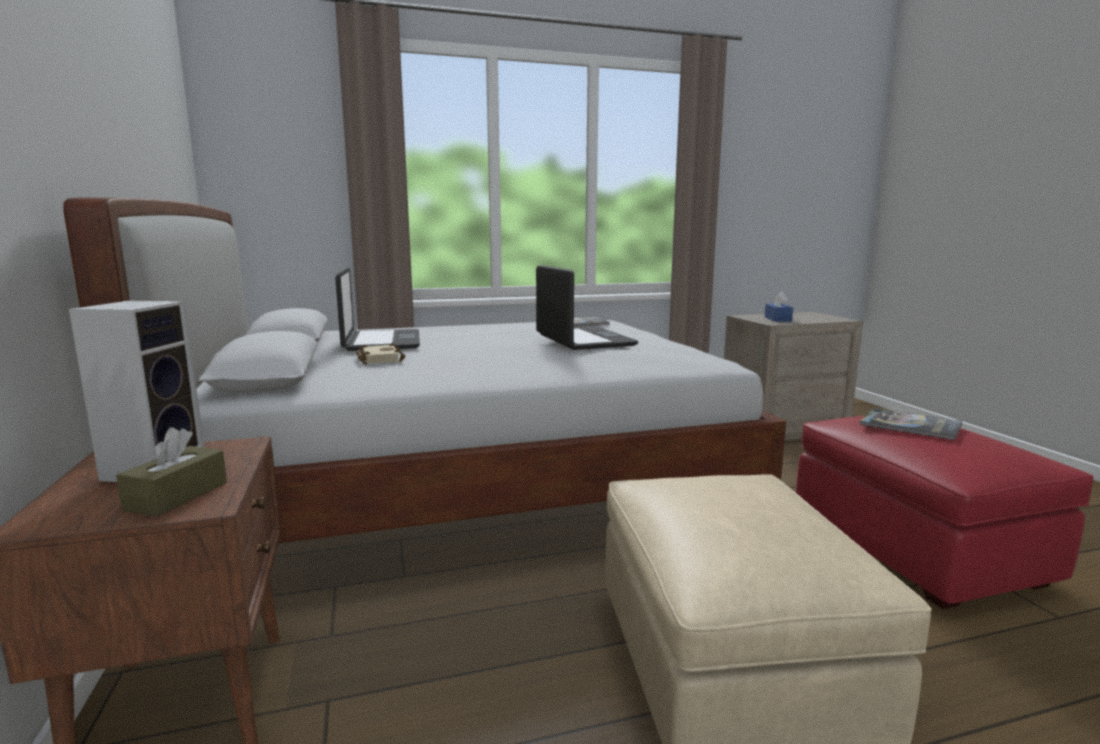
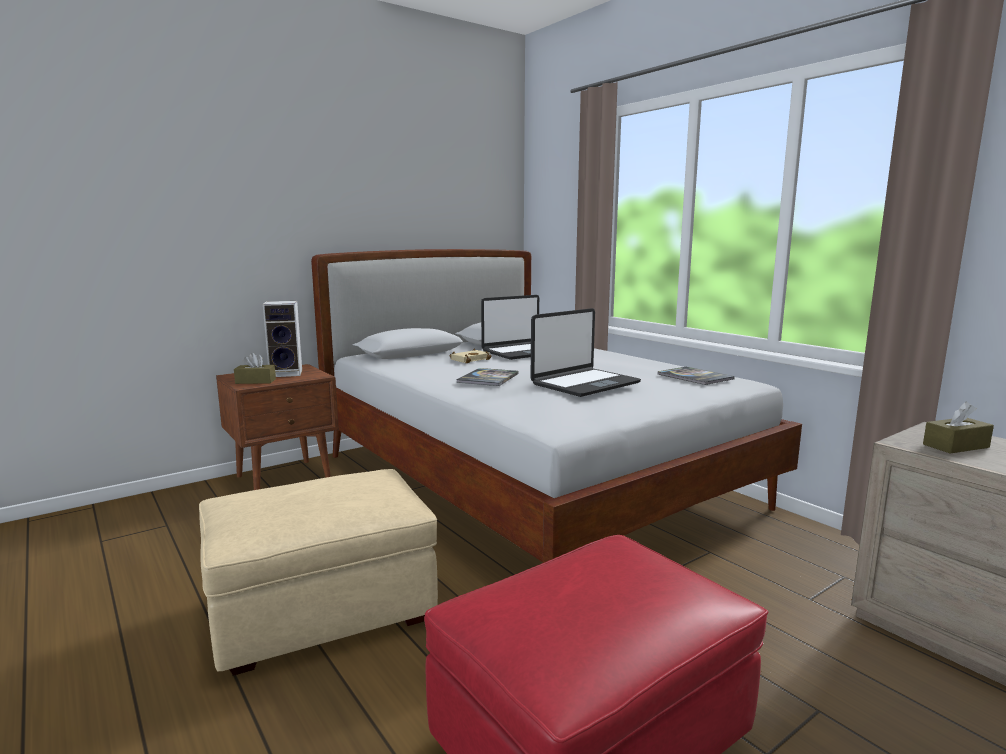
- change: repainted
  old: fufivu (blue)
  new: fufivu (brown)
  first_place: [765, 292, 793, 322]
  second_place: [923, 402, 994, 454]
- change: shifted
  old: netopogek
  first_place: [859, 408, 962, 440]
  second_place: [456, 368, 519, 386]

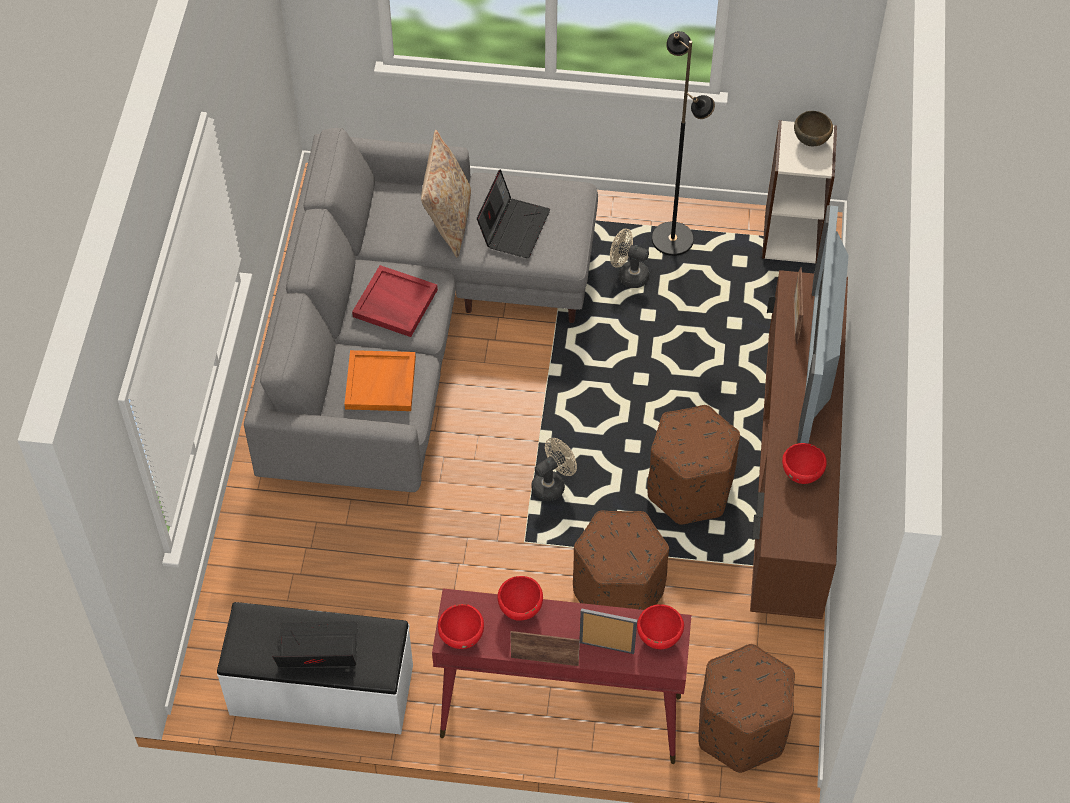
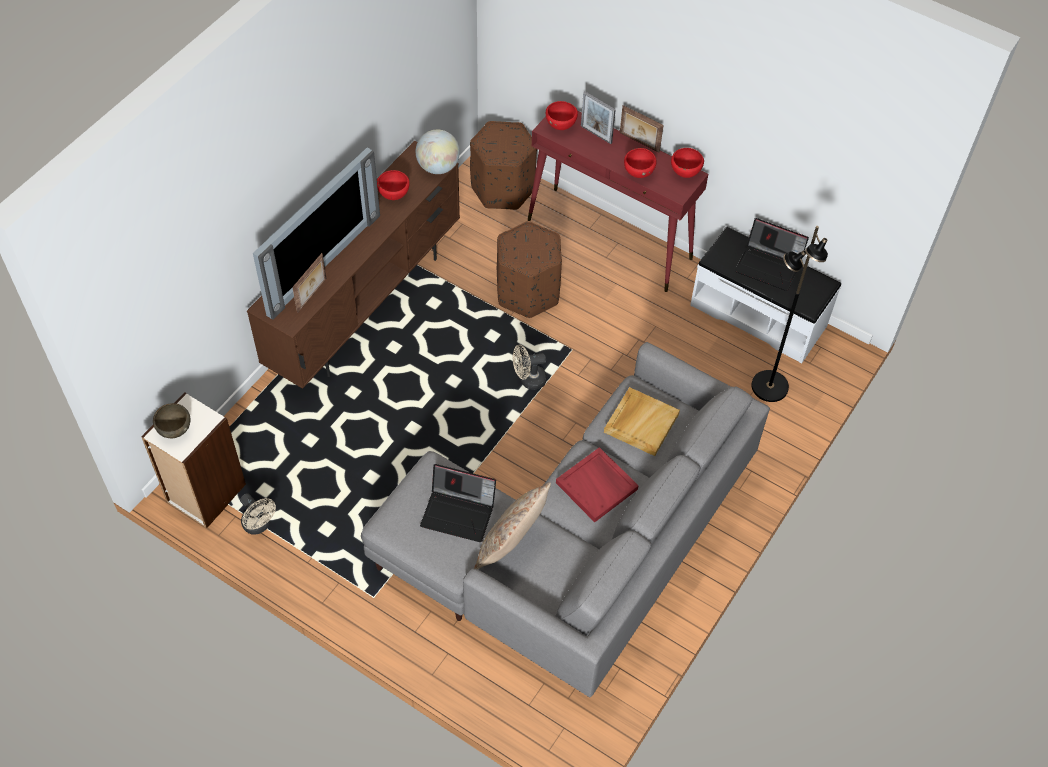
- change: shifted
  old: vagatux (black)
  first_place: [652, 31, 715, 256]
  second_place: [751, 226, 828, 402]
- change: rotated
  old: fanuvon
  first_place: [477, 169, 550, 258]
  second_place: [420, 464, 496, 542]
  degrees: -120
- change: shifted
  old: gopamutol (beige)
  first_place: [610, 228, 649, 288]
  second_place: [240, 493, 276, 535]
- change: repainted
  old: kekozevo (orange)
  new: kekozevo (beige)
  first_place: [345, 350, 416, 411]
  second_place: [604, 387, 680, 456]
- change: gone
  old: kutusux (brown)
  first_place: [647, 405, 740, 525]
- change: new
  new: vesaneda
  second_place: [416, 130, 460, 174]

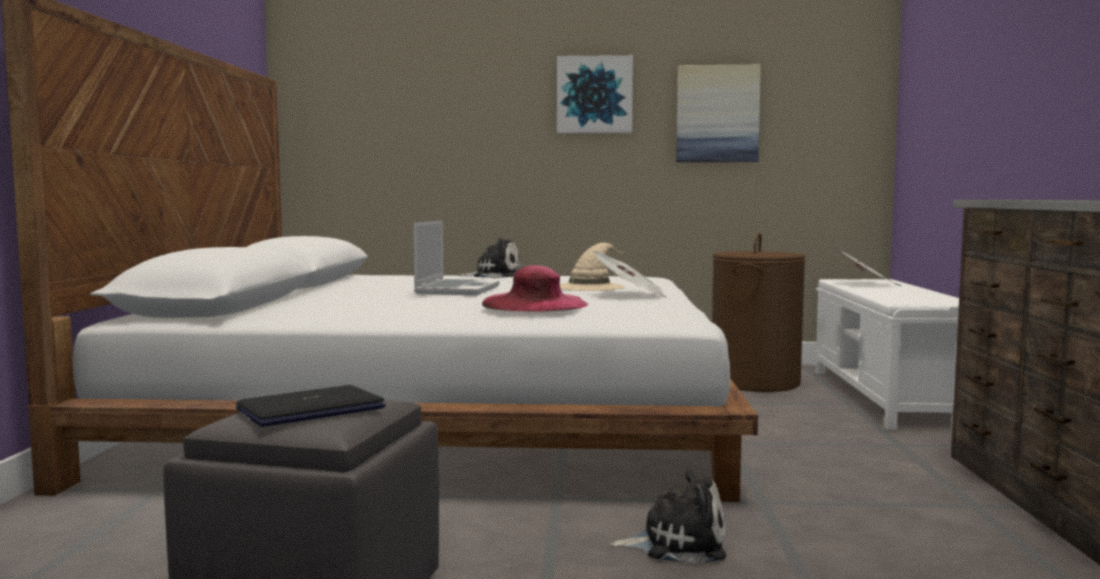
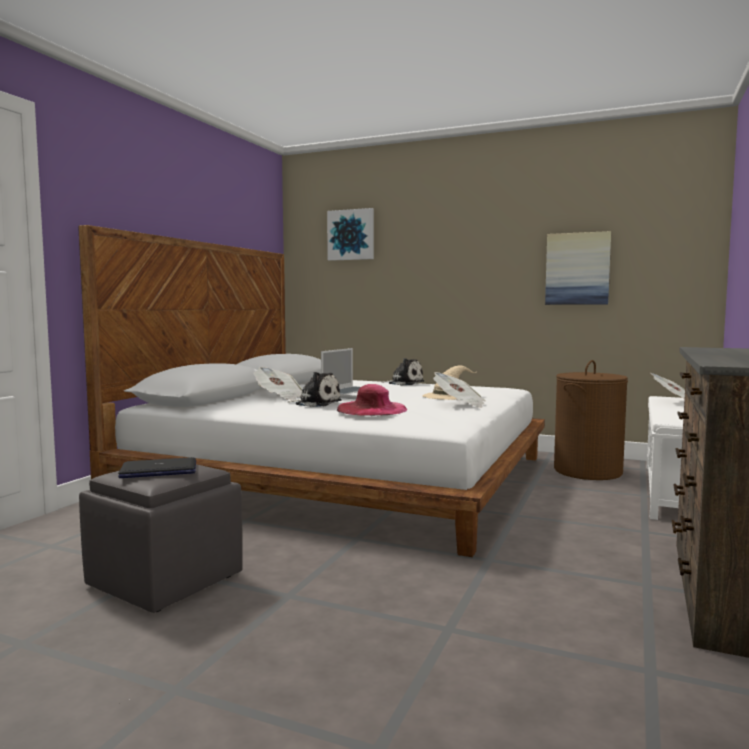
- change: shifted
  old: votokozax
  first_place: [557, 55, 633, 133]
  second_place: [327, 208, 374, 261]
- change: shifted
  old: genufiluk
  first_place: [609, 469, 726, 564]
  second_place: [288, 372, 342, 407]
- change: new
  new: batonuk
  second_place: [253, 367, 302, 400]

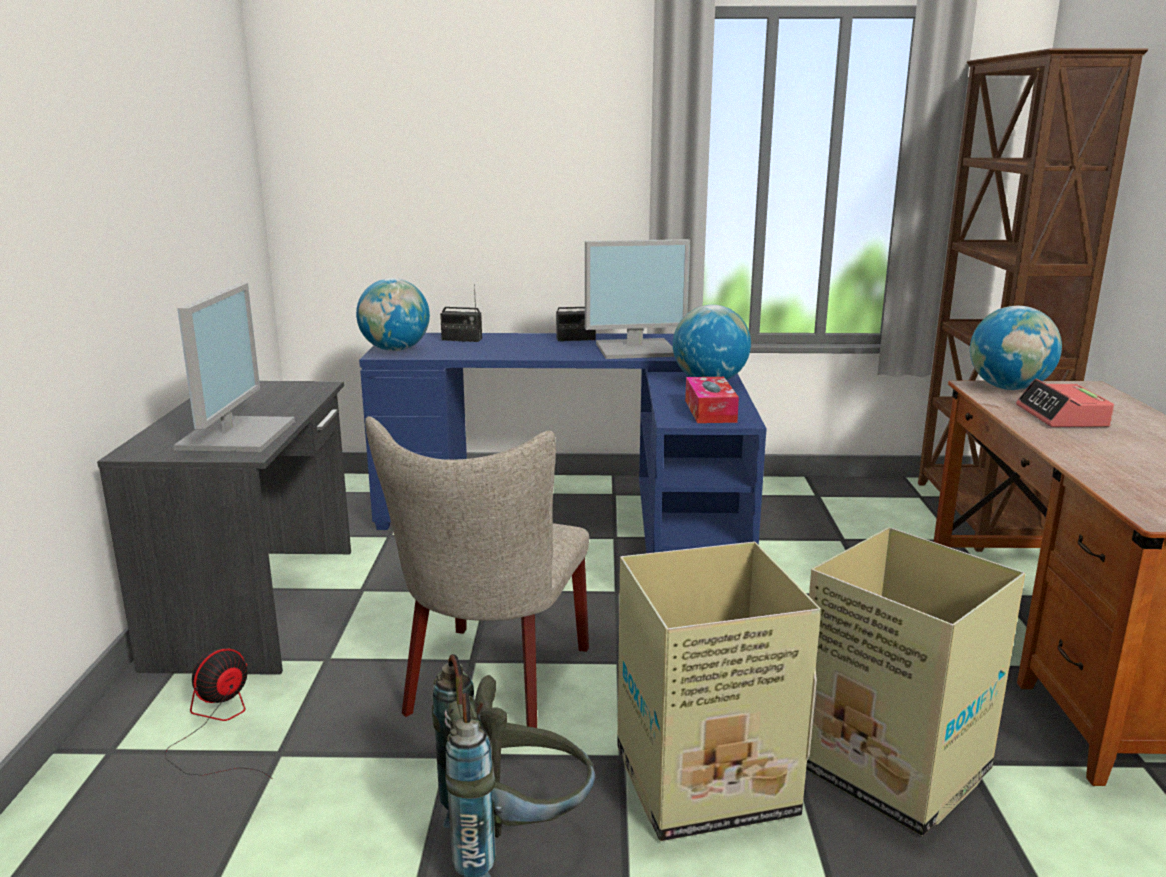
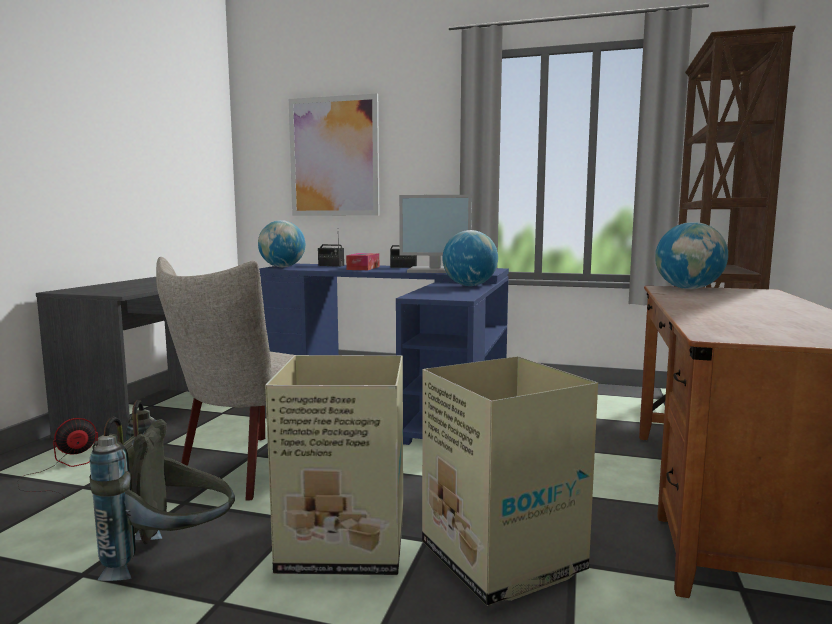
- change: gone
  old: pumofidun
  first_place: [173, 283, 295, 452]
- change: shifted
  old: fufivu
  first_place: [685, 377, 739, 423]
  second_place: [346, 253, 379, 270]
- change: gone
  old: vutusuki
  first_place: [1016, 378, 1114, 427]
- change: new
  new: votokozax
  second_place: [289, 94, 379, 216]

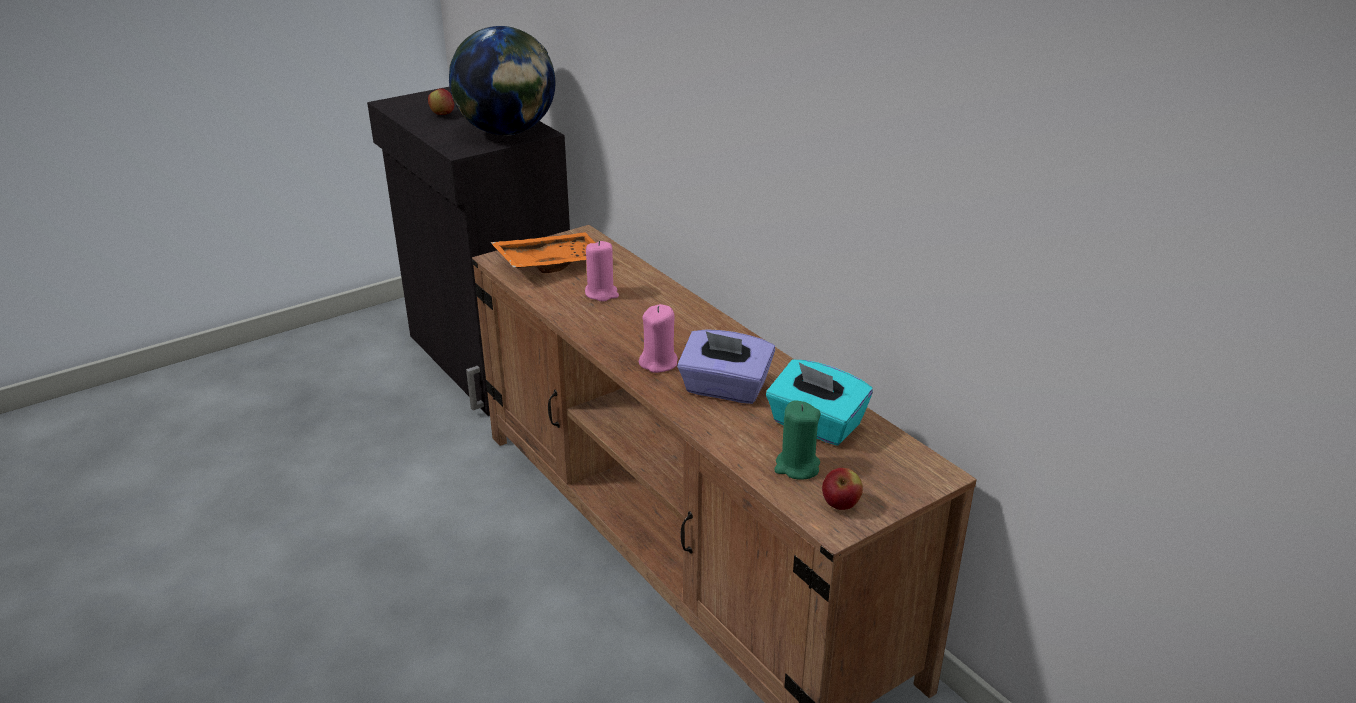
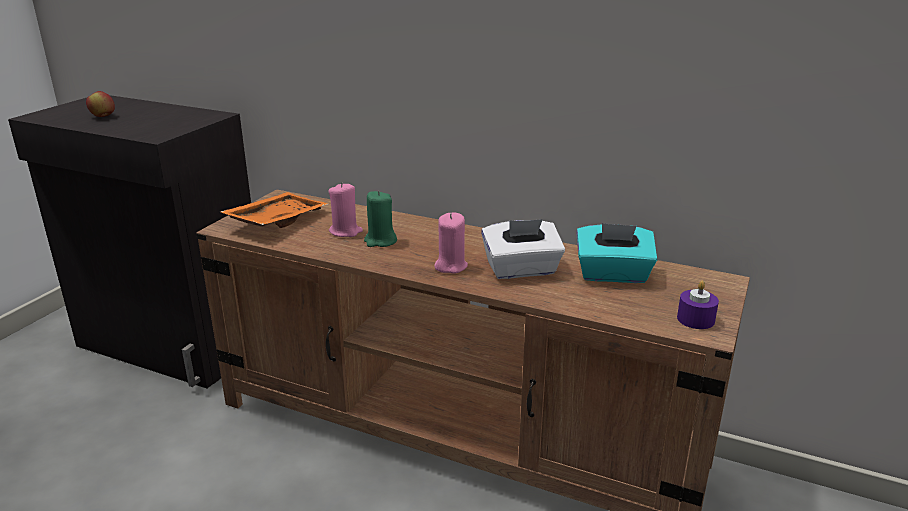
- change: gone
  old: vesaneda
  first_place: [449, 26, 555, 135]
- change: repainted
  old: fufivu (purple)
  new: fufivu (white)
  first_place: [677, 329, 775, 404]
  second_place: [481, 219, 565, 279]
- change: shifted
  old: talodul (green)
  first_place: [774, 400, 821, 480]
  second_place: [364, 191, 397, 247]
- change: swapped
  old: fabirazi
  new: talodul (purple)
  first_place: [822, 468, 863, 510]
  second_place: [677, 281, 719, 329]

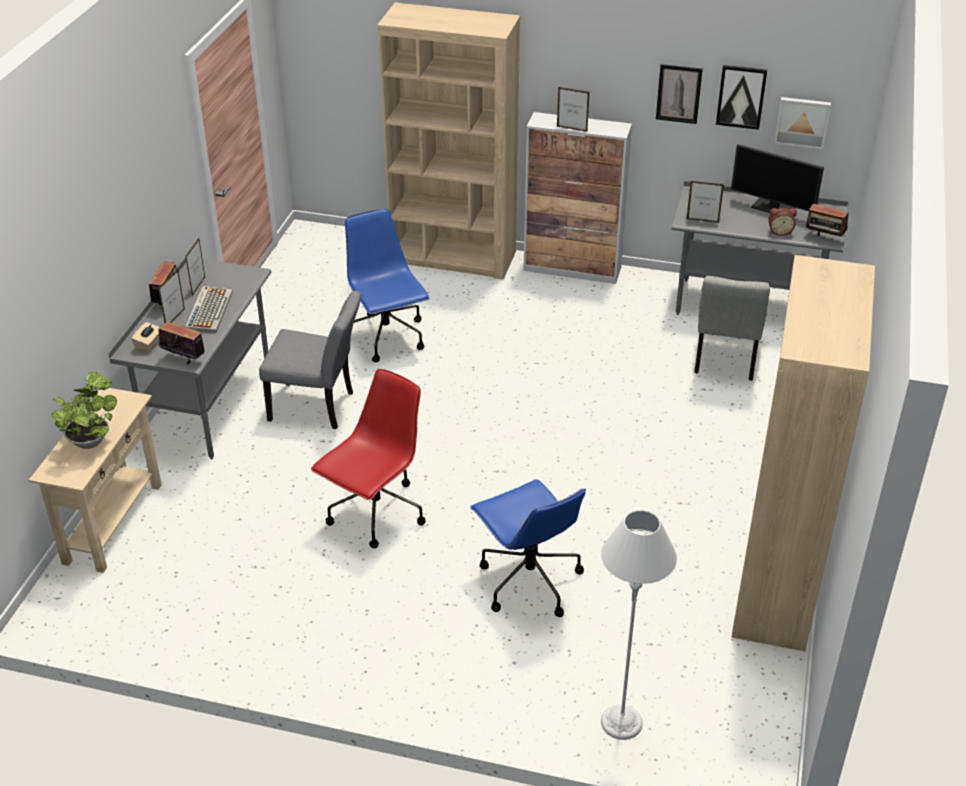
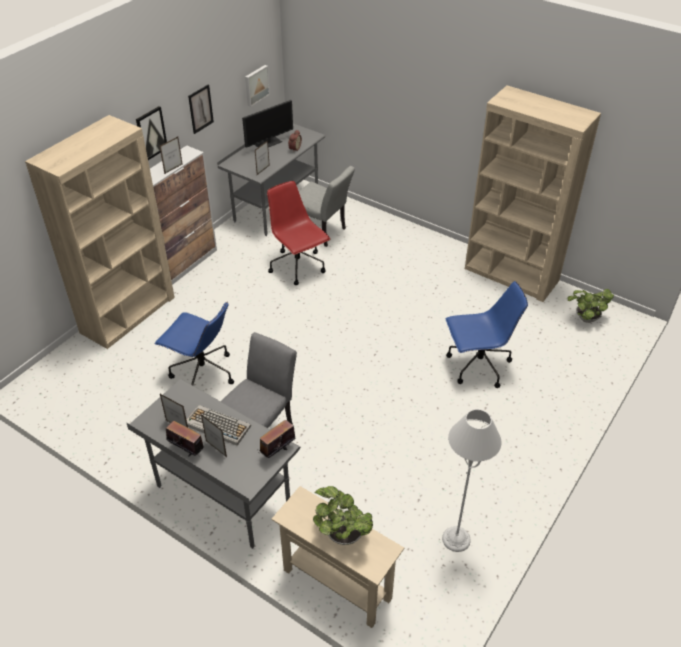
- change: shifted
  old: votokozax
  first_place: [716, 65, 768, 130]
  second_place: [136, 106, 167, 160]
- change: gone
  old: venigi
  first_place: [806, 204, 849, 237]
- change: rotated
  old: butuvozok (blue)
  first_place: [345, 209, 429, 362]
  second_place: [154, 301, 234, 386]
  degrees: -150
- change: gone
  old: fufivu (beige)
  first_place: [132, 322, 160, 352]
- change: shifted
  old: butuvozok (red)
  first_place: [311, 369, 425, 548]
  second_place: [267, 181, 330, 285]
- change: shifted
  old: vagatux (grey)
  first_place: [601, 510, 677, 740]
  second_place: [442, 409, 501, 552]
- change: new
  new: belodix
  second_place: [567, 289, 614, 323]

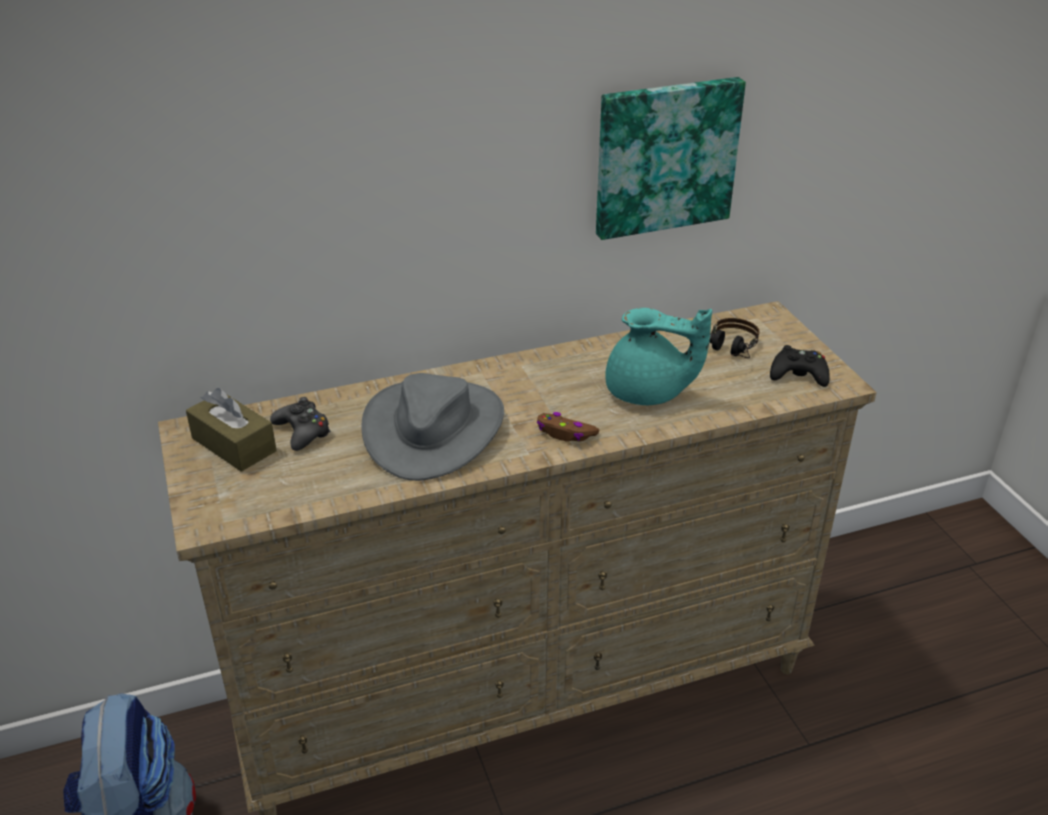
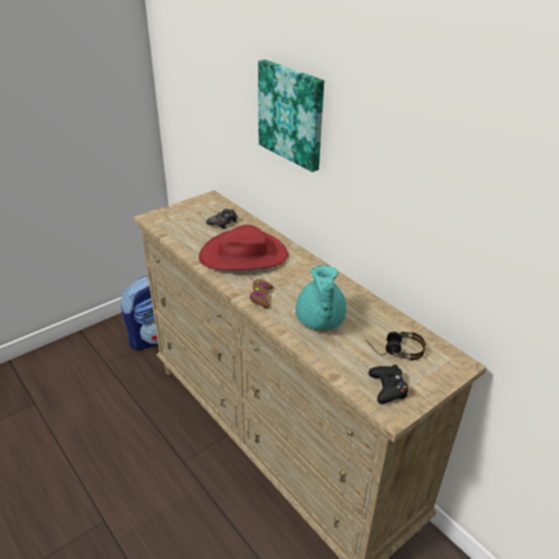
- change: shifted
  old: votokozax
  first_place: [596, 77, 746, 240]
  second_place: [258, 60, 324, 172]
- change: repainted
  old: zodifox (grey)
  new: zodifox (red)
  first_place: [362, 373, 504, 481]
  second_place: [199, 225, 288, 270]
- change: gone
  old: fufivu (brown)
  first_place: [186, 388, 277, 472]

